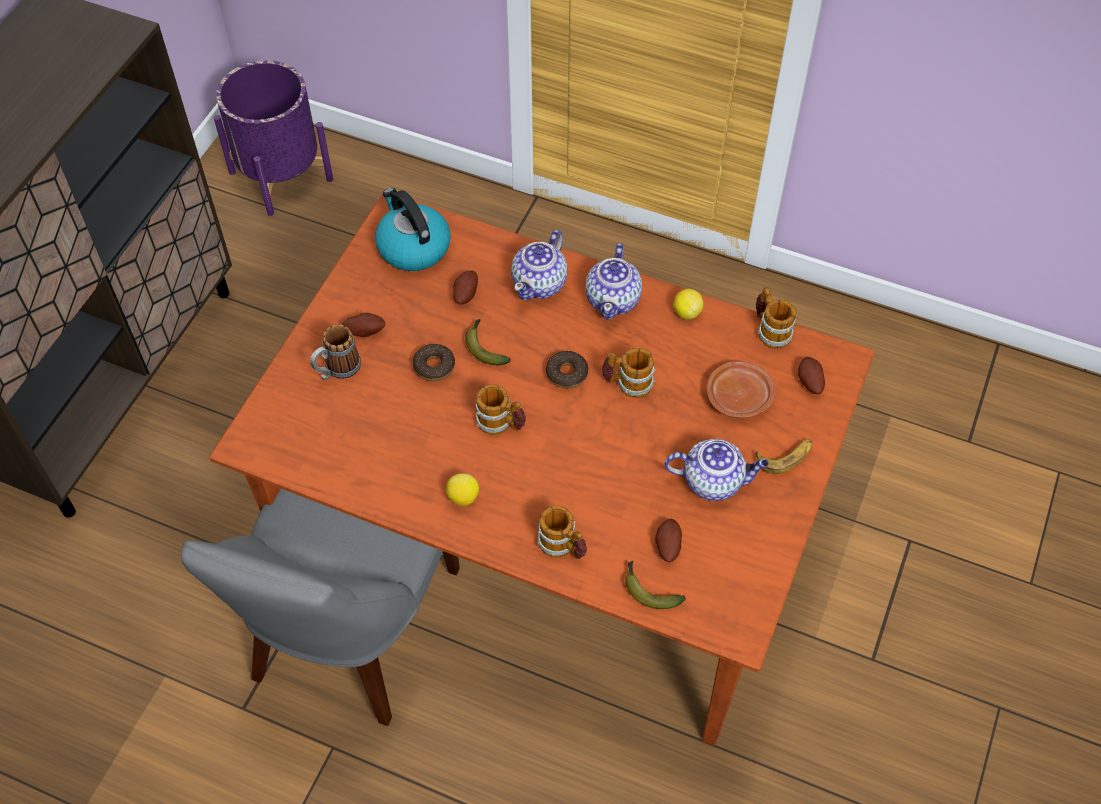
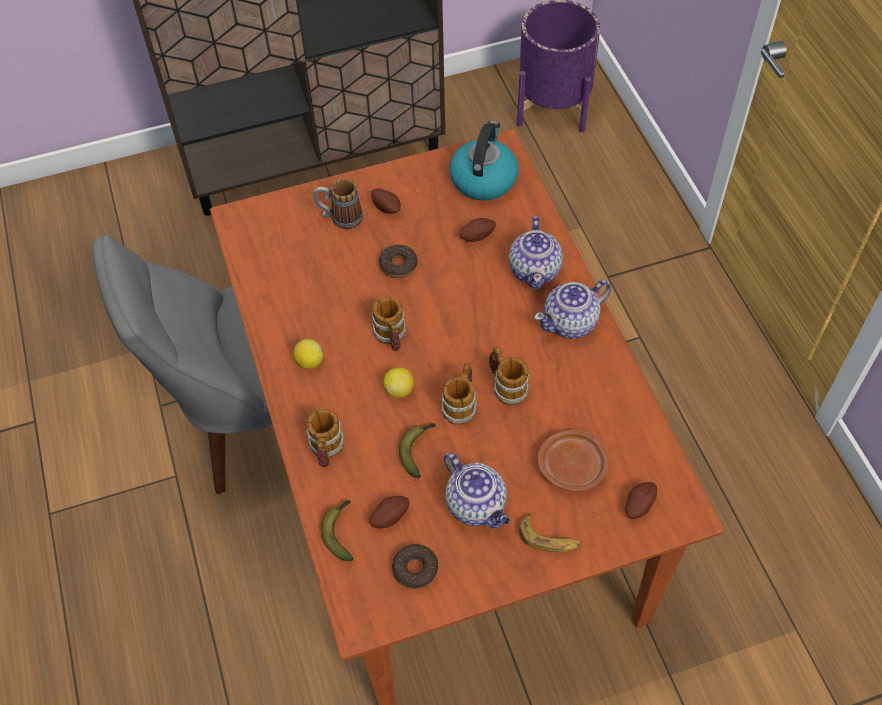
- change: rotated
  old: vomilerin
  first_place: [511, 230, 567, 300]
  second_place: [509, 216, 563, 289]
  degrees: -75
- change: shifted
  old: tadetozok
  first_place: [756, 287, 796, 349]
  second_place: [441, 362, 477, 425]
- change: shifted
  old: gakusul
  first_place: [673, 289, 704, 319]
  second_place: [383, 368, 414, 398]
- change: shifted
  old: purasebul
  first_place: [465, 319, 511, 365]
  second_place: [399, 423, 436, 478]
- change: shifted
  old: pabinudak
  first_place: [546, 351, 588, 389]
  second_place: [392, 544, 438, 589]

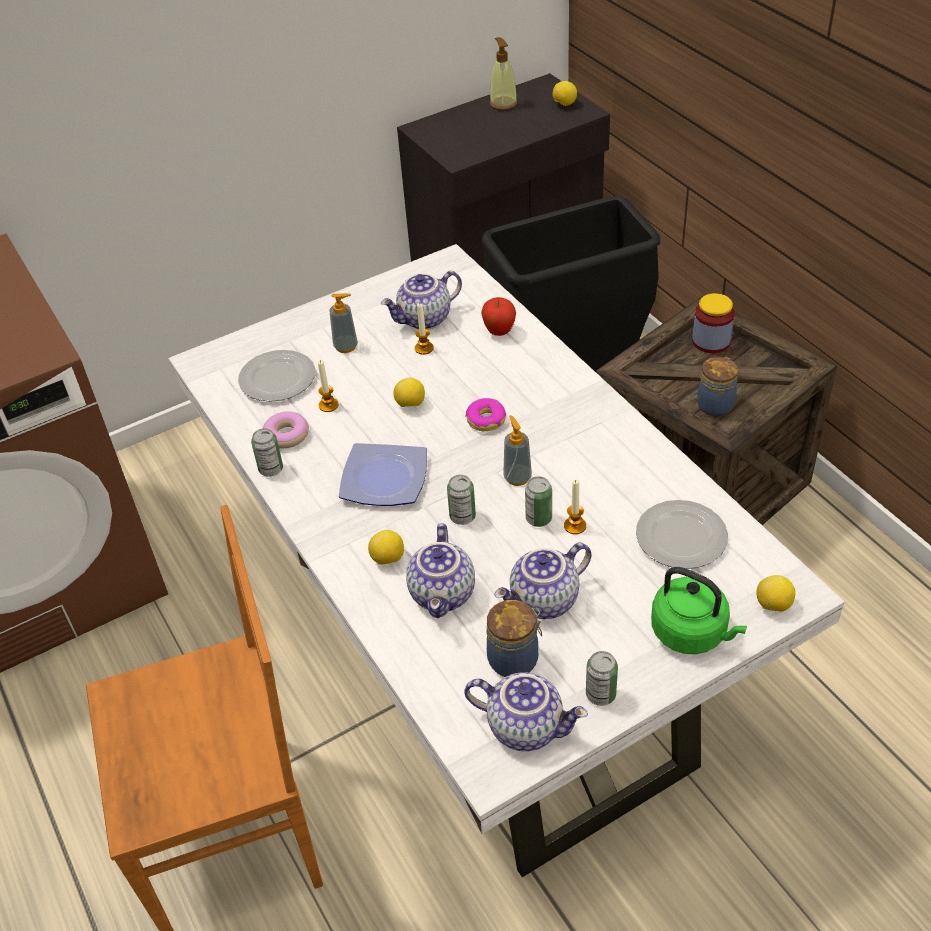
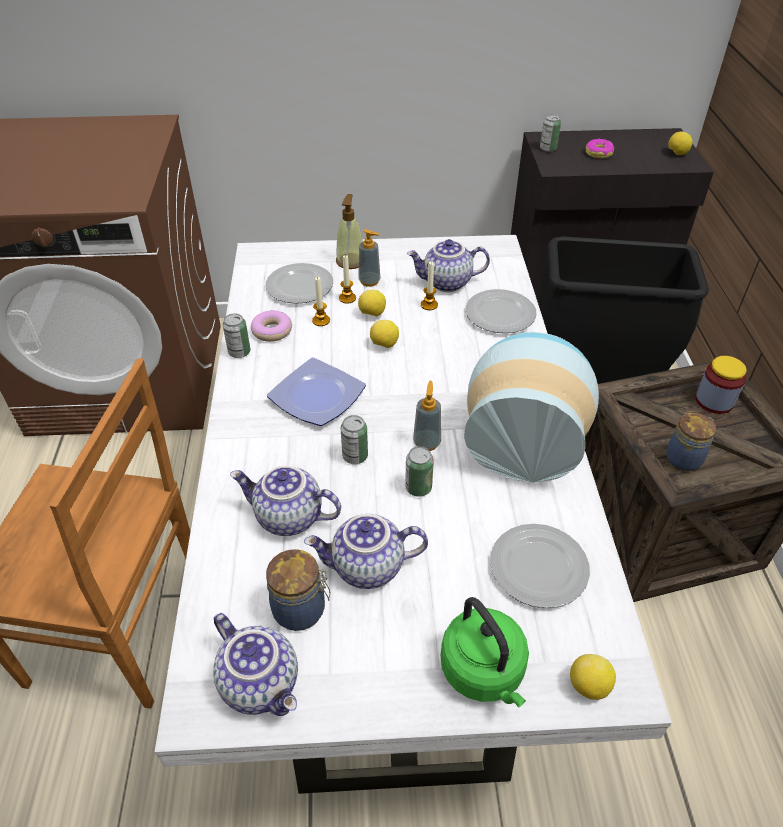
- change: shifted
  old: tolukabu
  first_place: [490, 37, 518, 110]
  second_place: [336, 194, 363, 269]
- change: swapped
  old: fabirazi
  new: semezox
  first_place: [481, 297, 516, 336]
  second_place: [465, 289, 537, 333]
- change: shifted
  old: pabinudak
  first_place: [465, 398, 506, 431]
  second_place: [586, 139, 614, 158]
- change: shifted
  old: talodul
  first_place: [564, 480, 586, 534]
  second_place: [339, 255, 356, 304]
- change: rotated
  old: vomilerin
  first_place: [406, 523, 475, 618]
  second_place: [230, 466, 341, 536]
  degrees: 75
- change: shifted
  old: gakusul
  first_place: [368, 530, 404, 565]
  second_place: [358, 290, 386, 317]
- change: shifted
  old: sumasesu
  first_place: [586, 651, 618, 706]
  second_place: [540, 114, 561, 152]
- change: new
  new: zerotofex
  second_place: [464, 332, 599, 483]

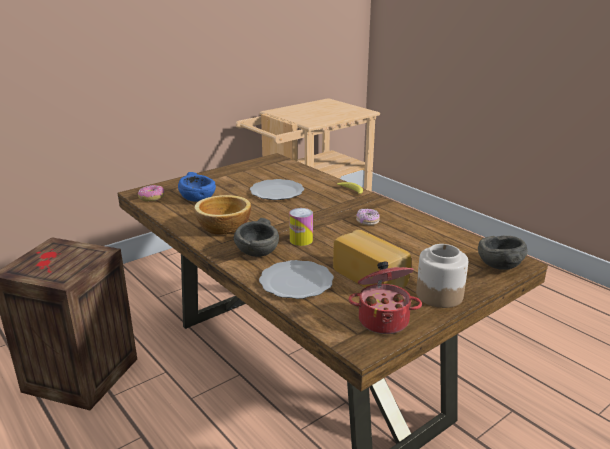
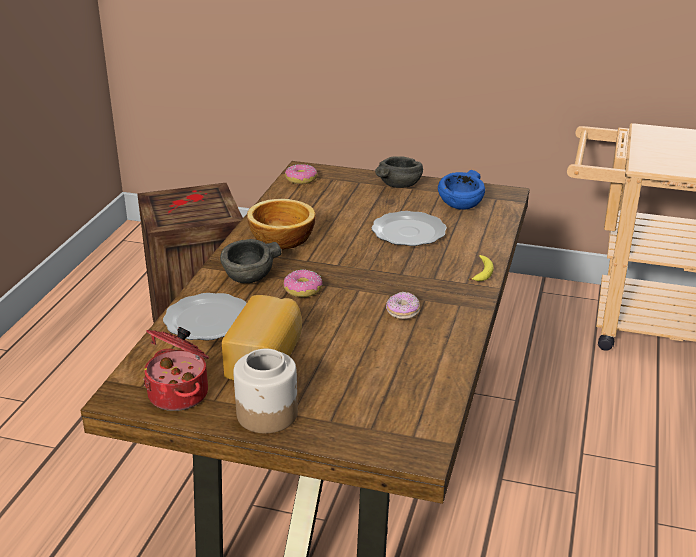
- change: shifted
  old: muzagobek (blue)
  first_place: [178, 172, 216, 202]
  second_place: [438, 170, 485, 210]
- change: swapped
  old: sumasesu
  new: pabinudak
  first_place: [289, 208, 313, 246]
  second_place: [283, 270, 322, 297]
- change: shifted
  old: muzagobek (grey)
  first_place: [478, 235, 528, 270]
  second_place: [375, 156, 423, 188]

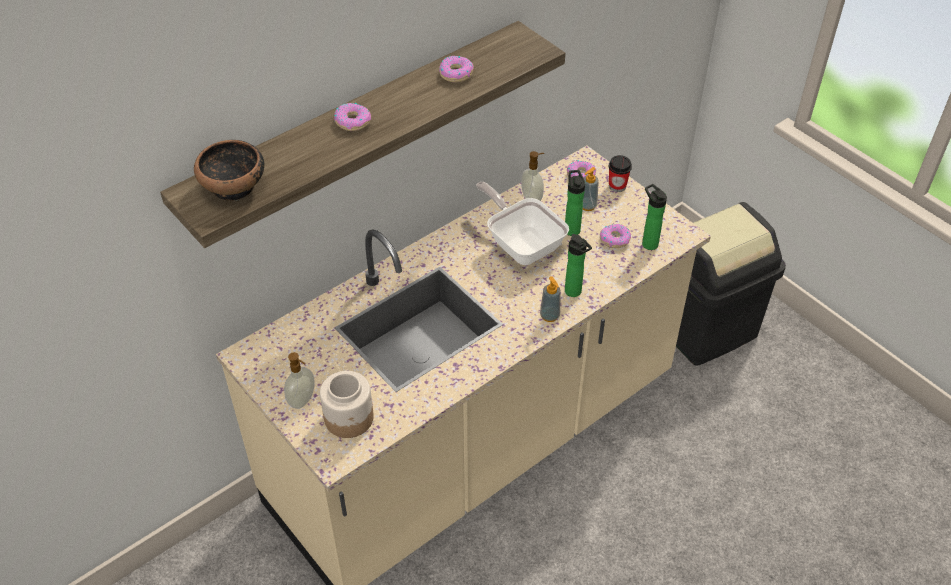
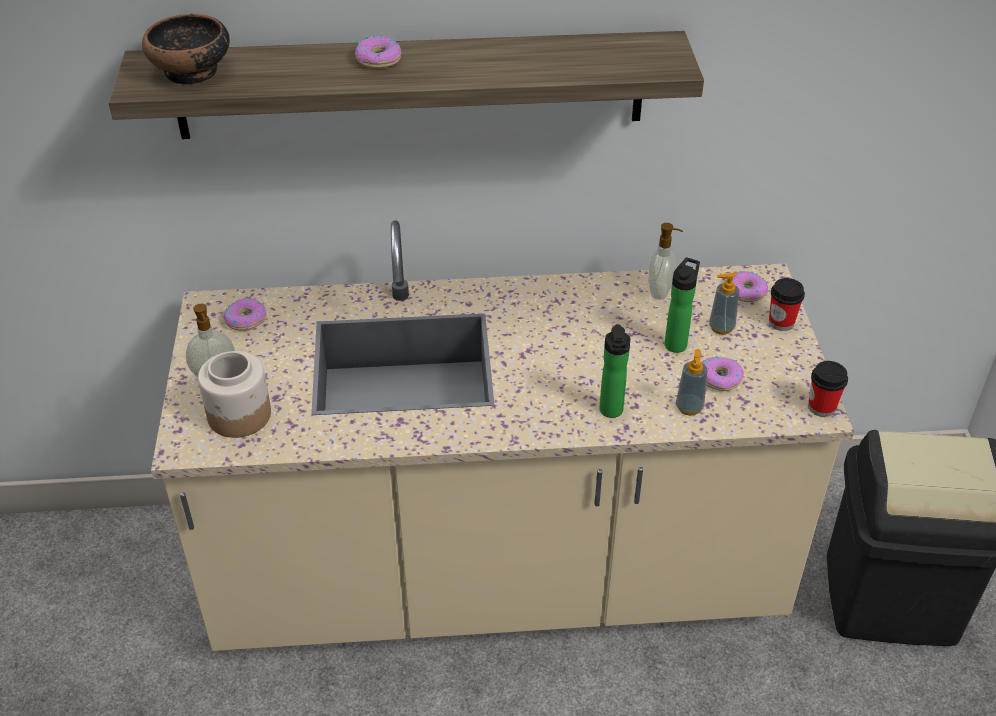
- change: shifted
  old: pabinudak
  first_place: [439, 56, 474, 82]
  second_place: [223, 298, 267, 331]
- change: gone
  old: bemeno
  first_place: [476, 182, 569, 265]
- change: gone
  old: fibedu
  first_place: [642, 184, 667, 250]
- change: shifted
  old: tolukabu
  first_place: [540, 276, 561, 322]
  second_place: [676, 349, 708, 416]
- change: new
  new: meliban
  second_place: [808, 361, 848, 417]

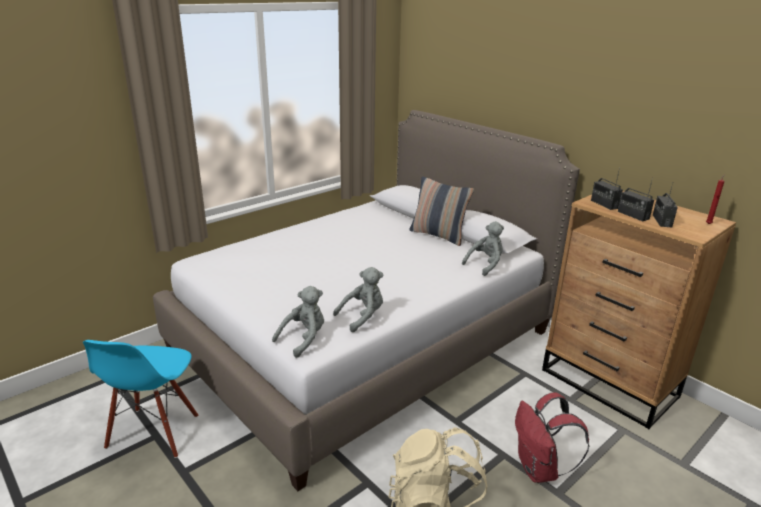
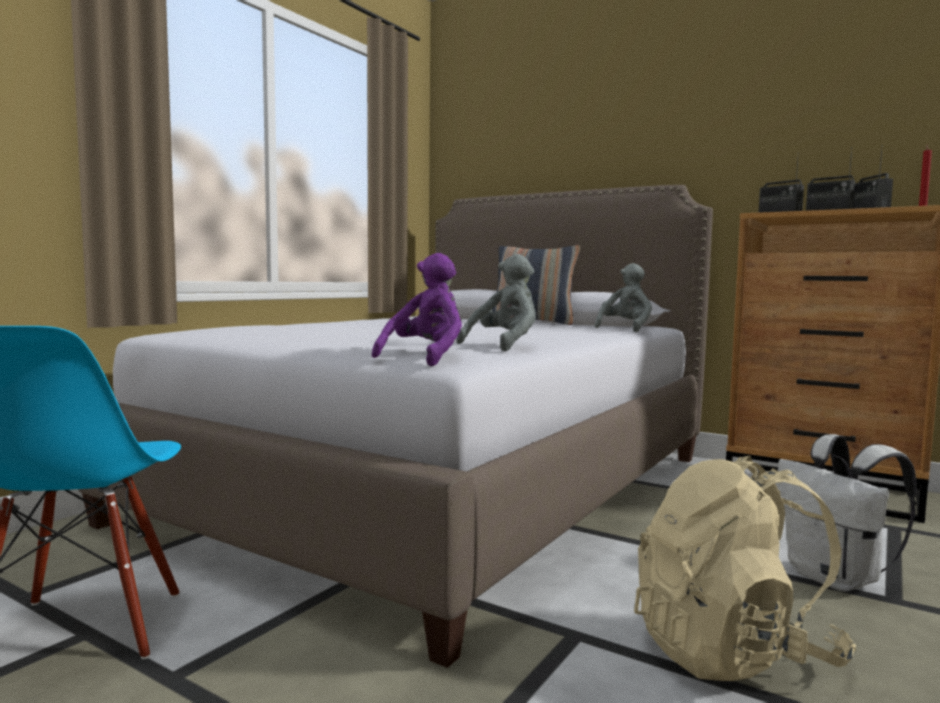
- change: repainted
  old: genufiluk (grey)
  new: genufiluk (purple)
  first_place: [272, 286, 324, 358]
  second_place: [372, 253, 462, 366]
- change: repainted
  old: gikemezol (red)
  new: gikemezol (white)
  first_place: [515, 392, 589, 483]
  second_place: [775, 434, 916, 592]

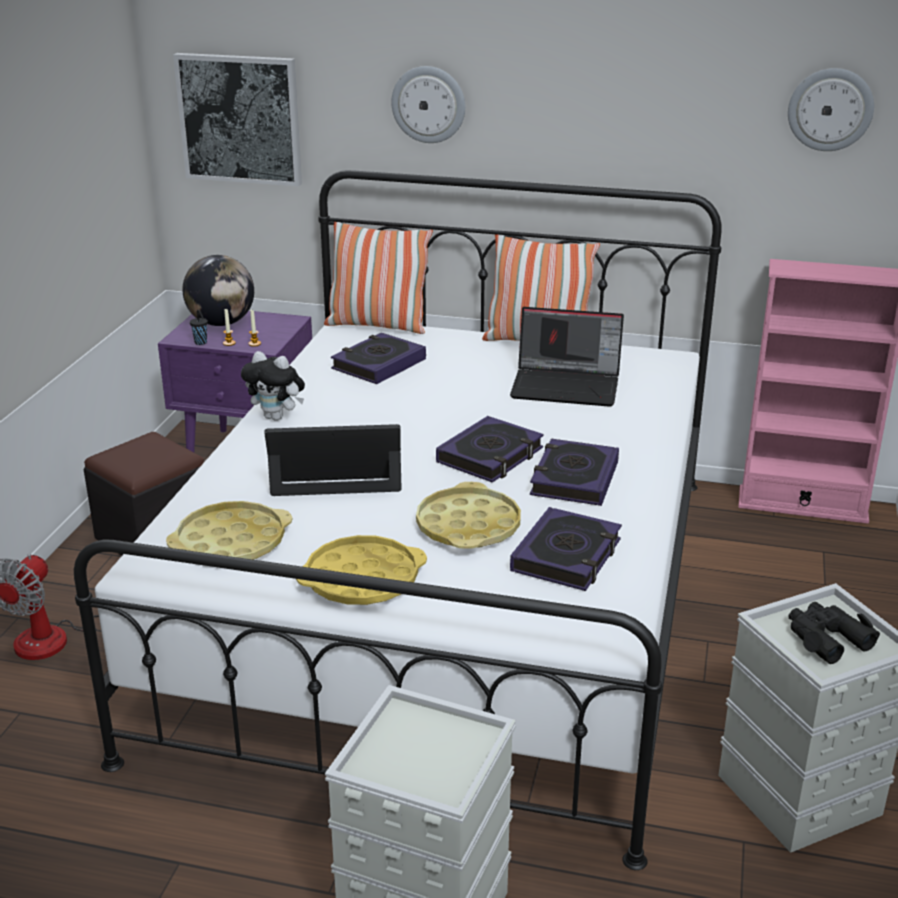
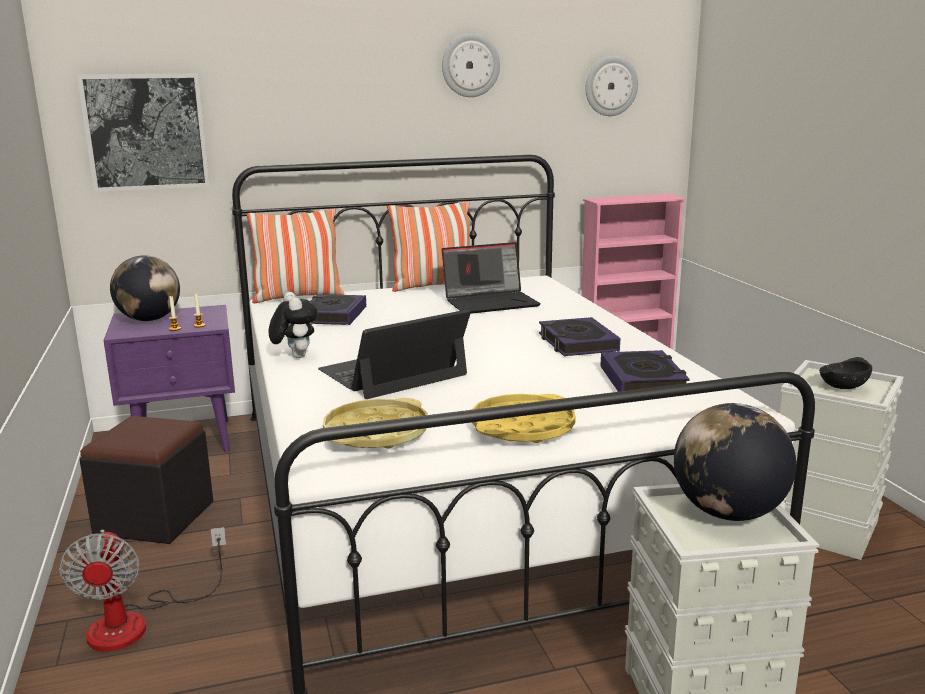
- change: shifted
  old: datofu
  first_place: [391, 66, 465, 143]
  second_place: [442, 33, 500, 97]
- change: gone
  old: meliban (black)
  first_place: [190, 310, 208, 345]
- change: rotated
  old: genufiluk
  first_place: [241, 351, 305, 421]
  second_place: [269, 292, 318, 358]
  degrees: -105
- change: gone
  old: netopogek
  first_place: [436, 416, 544, 483]
- change: gone
  old: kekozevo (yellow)
  first_place: [416, 482, 521, 549]
- change: swapped
  old: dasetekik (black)
  new: muzagobek (black)
  first_place: [789, 602, 880, 664]
  second_place: [819, 357, 872, 389]
- change: new
  new: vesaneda
  second_place: [674, 403, 796, 521]

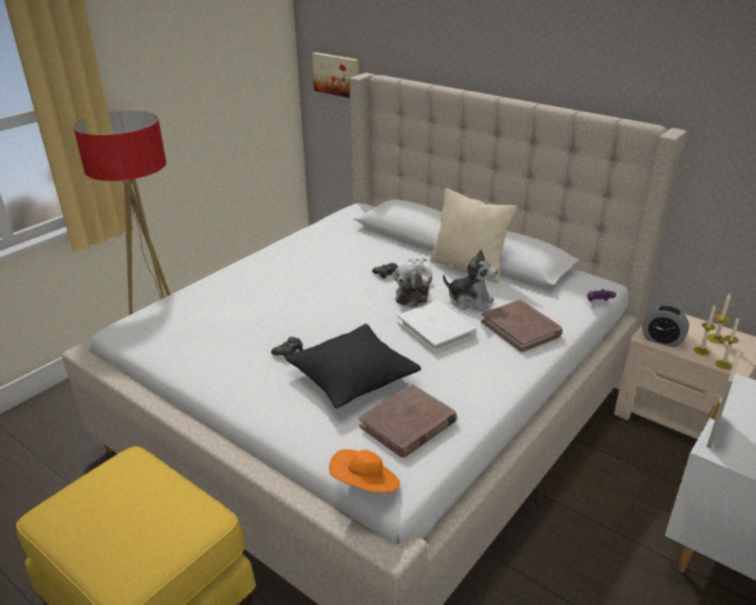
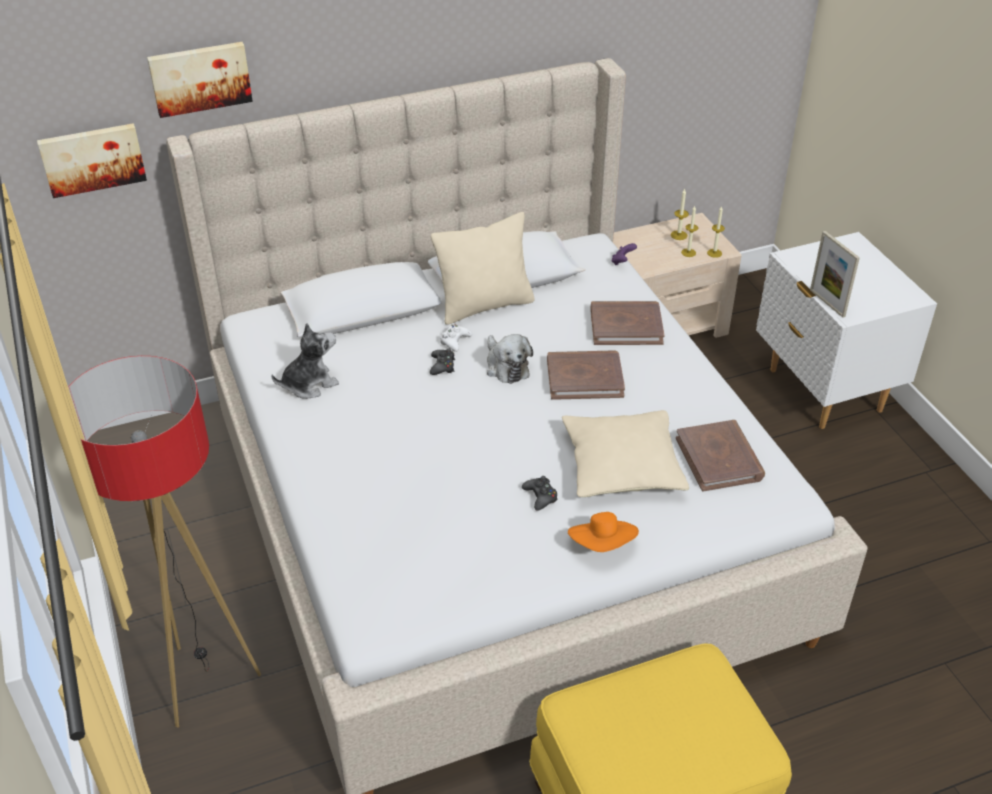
- change: shifted
  old: genufiluk
  first_place: [443, 249, 497, 312]
  second_place: [271, 323, 339, 399]
- change: repainted
  old: netopogek (white)
  new: netopogek (brown)
  first_place: [398, 301, 477, 353]
  second_place: [547, 350, 625, 400]
- change: gone
  old: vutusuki
  first_place: [642, 305, 689, 347]
- change: repainted
  old: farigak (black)
  new: farigak (beige)
  first_place: [285, 324, 421, 408]
  second_place: [562, 410, 689, 497]
- change: shifted
  old: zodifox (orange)
  first_place: [329, 449, 400, 493]
  second_place: [568, 512, 639, 552]
- change: new
  new: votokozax
  second_place: [147, 42, 253, 118]

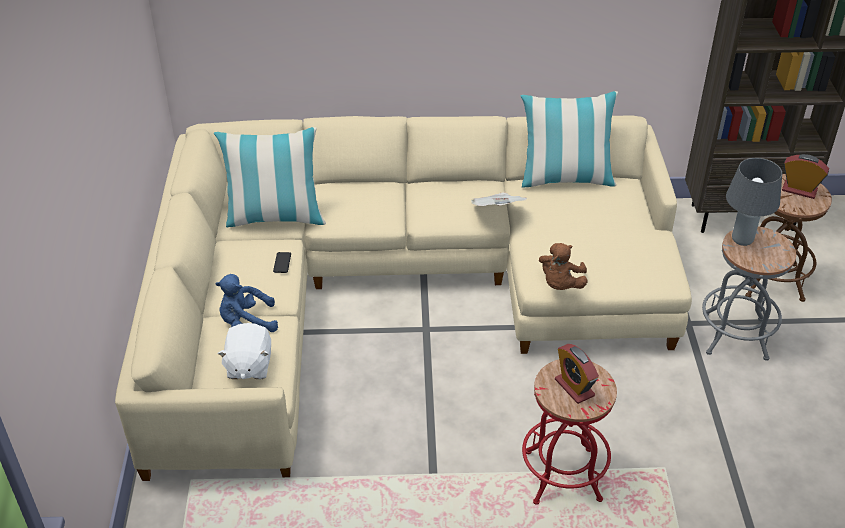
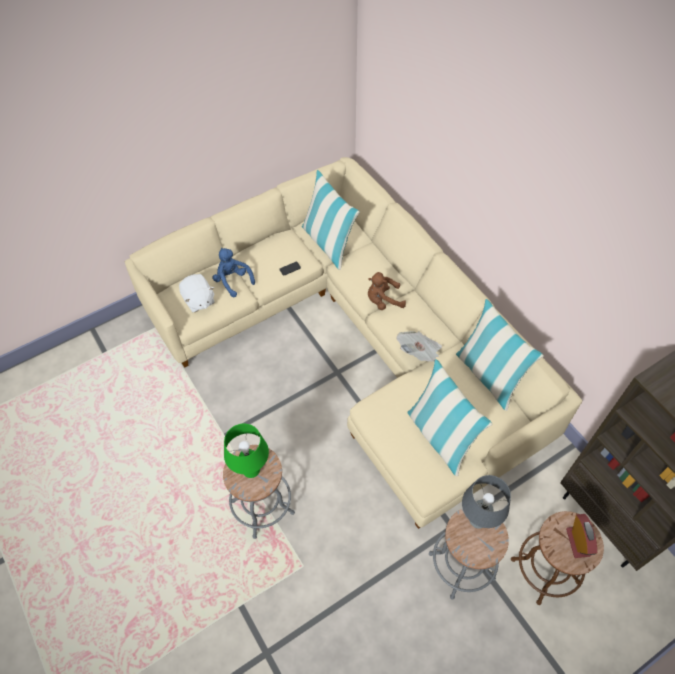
- change: shifted
  old: genufiluk (brown)
  first_place: [539, 243, 587, 290]
  second_place: [368, 272, 406, 310]
- change: rotated
  old: genufiluk (white)
  first_place: [217, 323, 271, 379]
  second_place: [179, 274, 214, 312]
  degrees: -90
- change: swapped
  old: vutusuki
  new: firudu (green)
  first_place: [555, 344, 599, 404]
  second_place: [224, 424, 269, 478]
- change: repainted
  old: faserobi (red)
  new: faserobi (grey)
  first_place: [522, 359, 617, 505]
  second_place: [223, 445, 295, 539]
- change: new
  new: farigak
  second_place: [407, 359, 492, 477]

